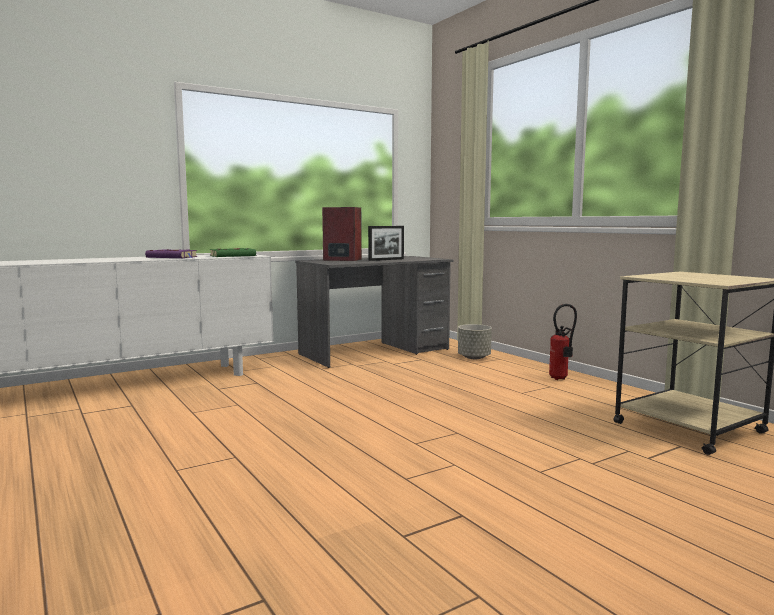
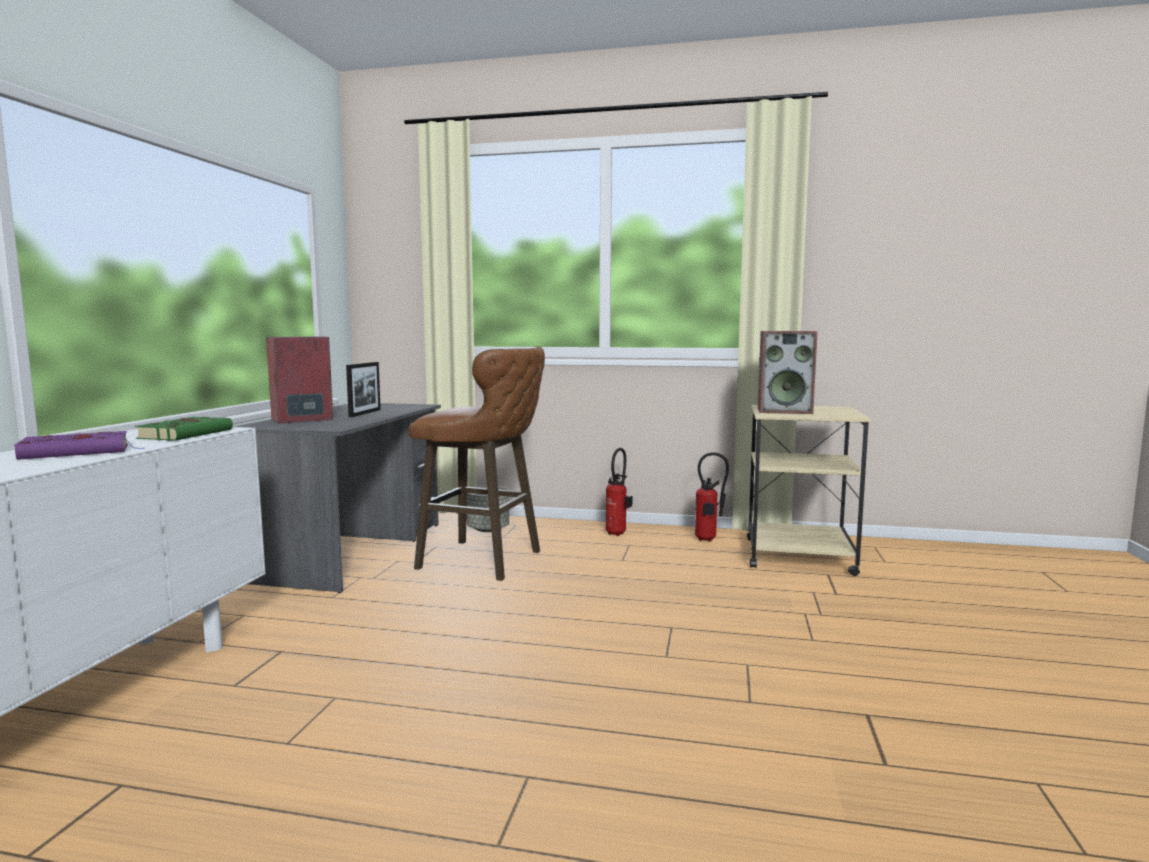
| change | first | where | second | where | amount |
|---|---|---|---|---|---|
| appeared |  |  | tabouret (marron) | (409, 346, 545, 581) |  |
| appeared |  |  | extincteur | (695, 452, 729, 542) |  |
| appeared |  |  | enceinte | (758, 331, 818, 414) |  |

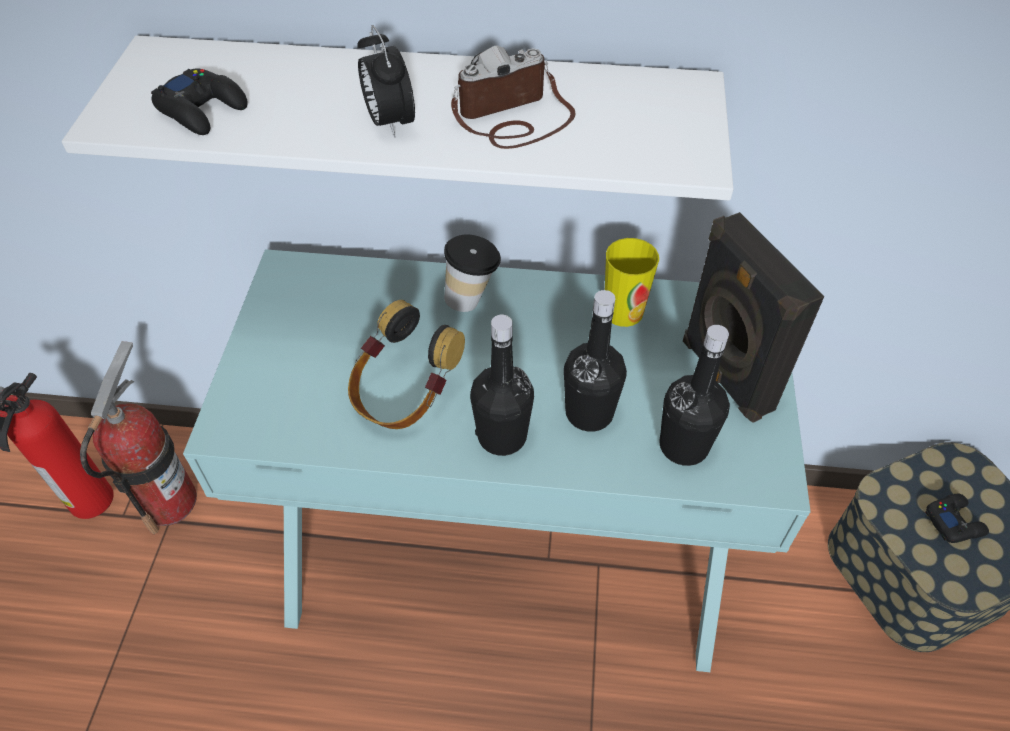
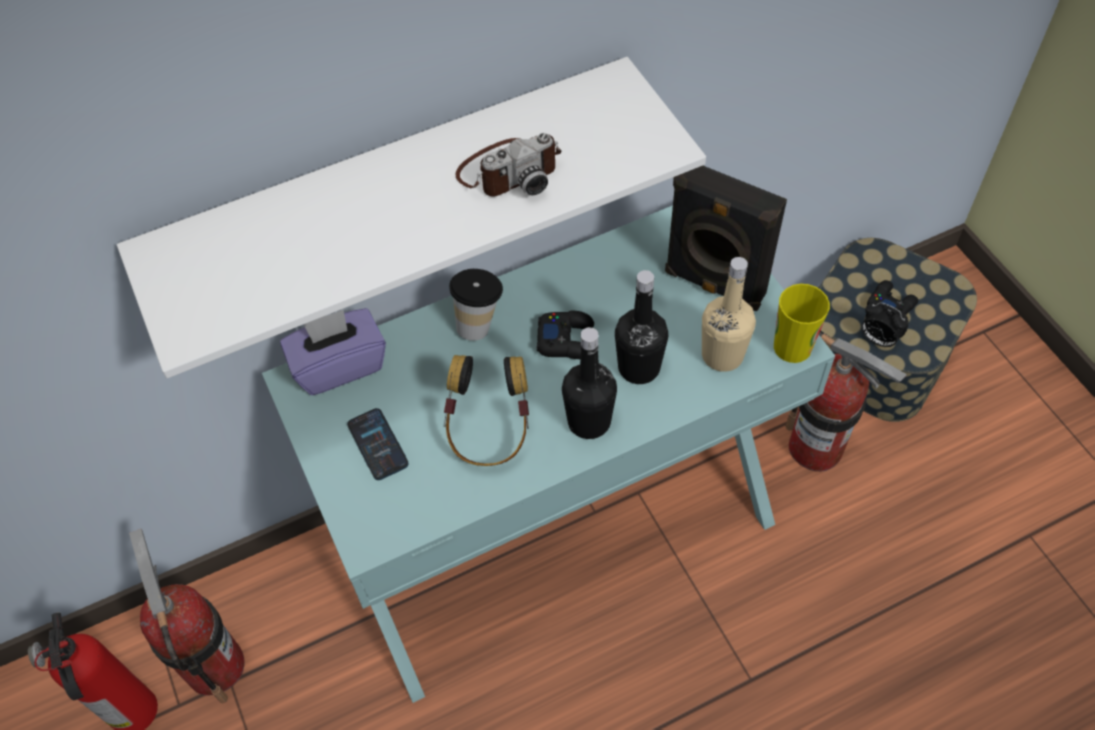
| change | first | where | second | where | amount |
|---|---|---|---|---|---|
| relocated | manette (noir) | (151, 68, 248, 135) |  | (537, 311, 594, 359) |  |
| relocated | réveil | (357, 25, 415, 138) |  | (862, 301, 908, 348) |  |
| spun | appareil photo | (451, 45, 575, 149) |  | (455, 133, 562, 196) | 150 degrees counterclockwise |
| relocated | tasse | (605, 238, 659, 327) |  | (774, 284, 830, 363) |  |
| colour | bouteille (noir) | (659, 325, 730, 466) | bouteille (beige) | (702, 257, 756, 372) |  |
| appeared |  |  | boîte à mouchoirs (violet) | (280, 308, 386, 395) |  |
| appeared |  |  | téléphone | (347, 408, 409, 480) |  |
| appeared |  |  | extincteur | (786, 332, 907, 472) |  |

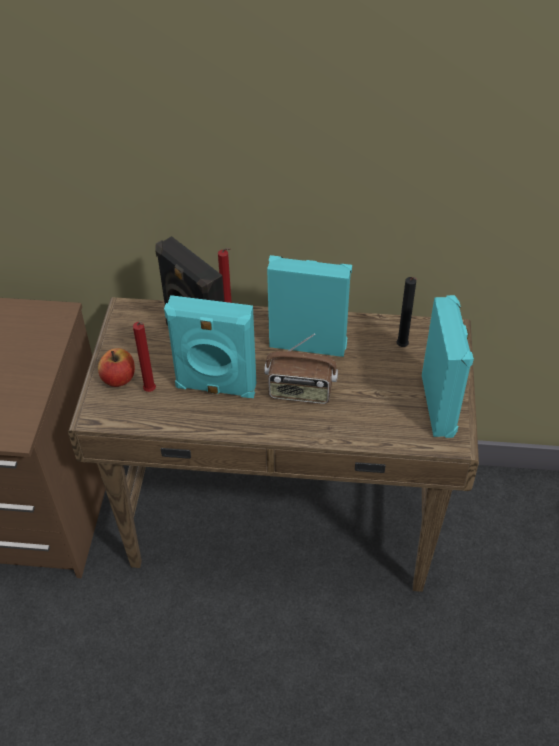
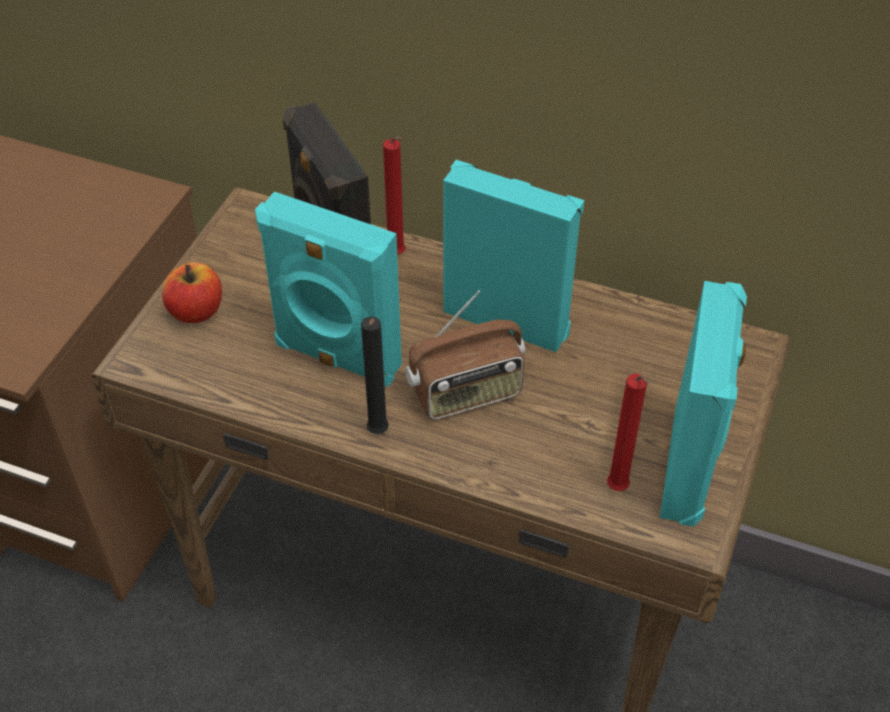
| change | first | where | second | where | amount |
|---|---|---|---|---|---|
| relocated | bougie (rouge) | (133, 322, 156, 392) |  | (607, 374, 649, 491) |  |
| spun | radio | (264, 334, 338, 404) |  | (405, 290, 525, 420) | 45 degrees counterclockwise |
| relocated | bougie (noir) | (396, 277, 417, 347) |  | (361, 316, 389, 434) |  |

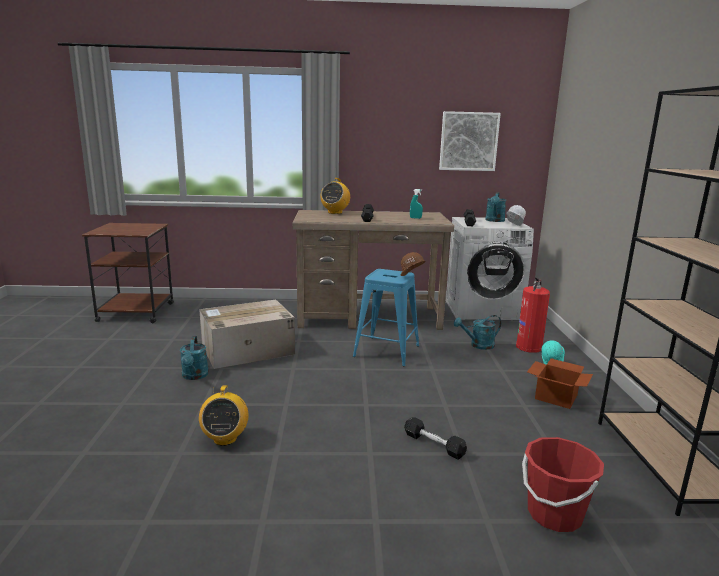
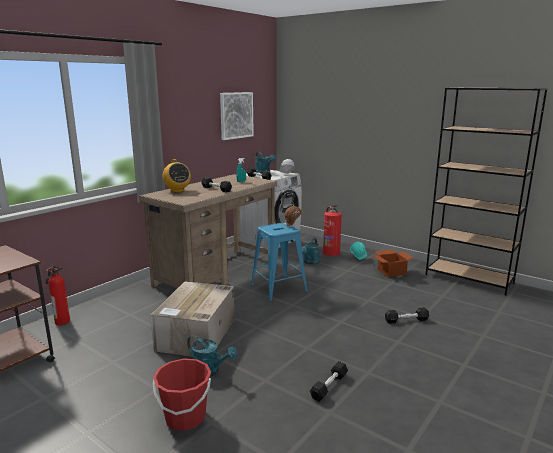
| change | first | where | second | where | amount |
|---|---|---|---|---|---|
| exchanged | radio | (199, 386, 249, 446) | haltère (noir) | (310, 361, 348, 402) |  |
| relocated | seau (rouge) | (522, 437, 604, 532) |  | (152, 358, 211, 431) |  |
| appeared |  |  | extincteur | (46, 266, 70, 325) |  |

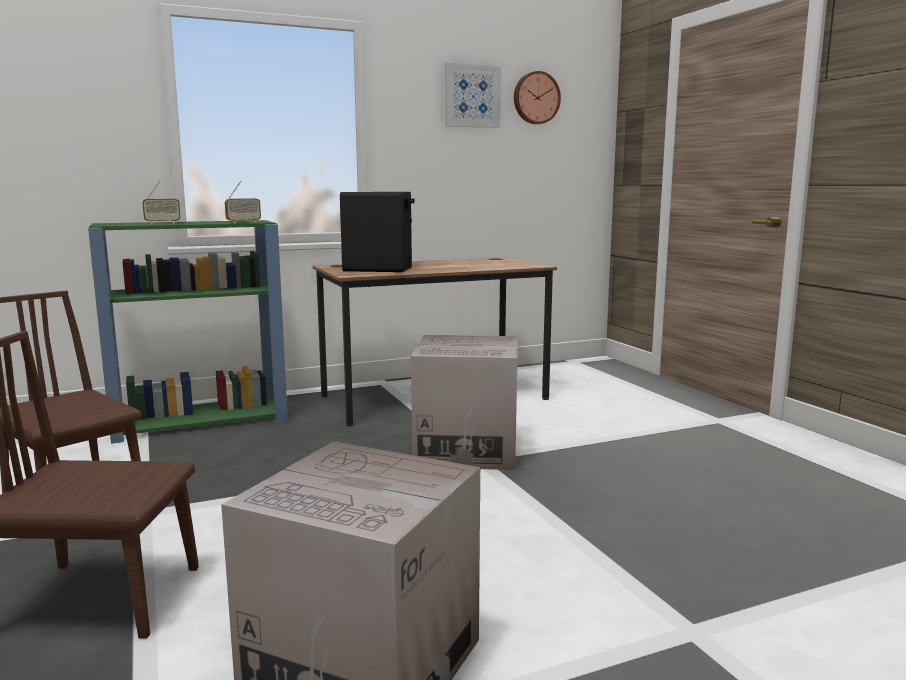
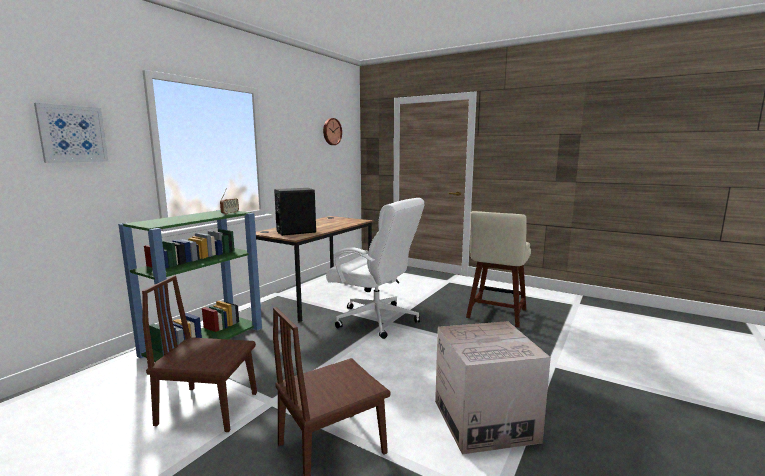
| change | first | where | second | where | amount |
|---|---|---|---|---|---|
| missing | radio | (142, 181, 181, 224) |  |  |  |
| exchanged | carton | (411, 335, 517, 470) | chaise de bureau (blanc) | (326, 198, 425, 339) |  |
| relocated | tableau | (445, 63, 501, 128) |  | (34, 103, 109, 163) |  |
| appeared |  |  | tabouret (beige) | (466, 211, 531, 327) |  |

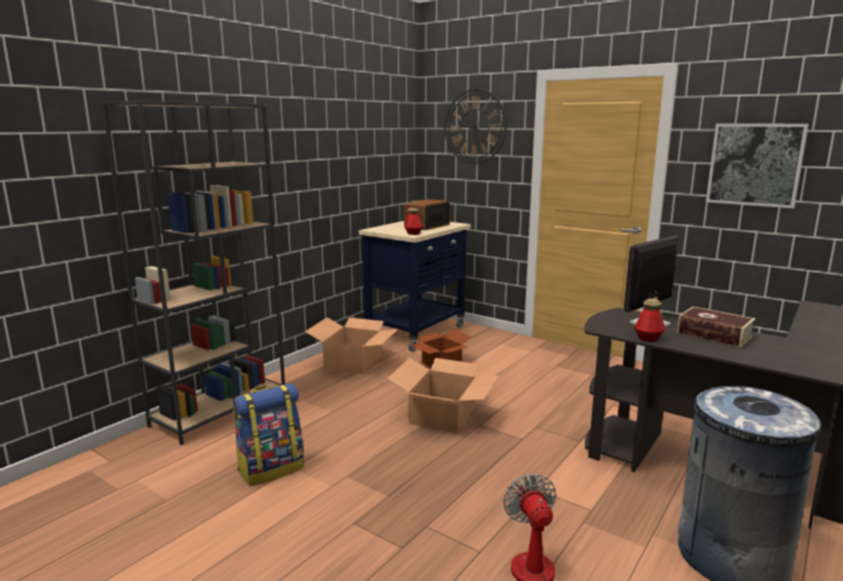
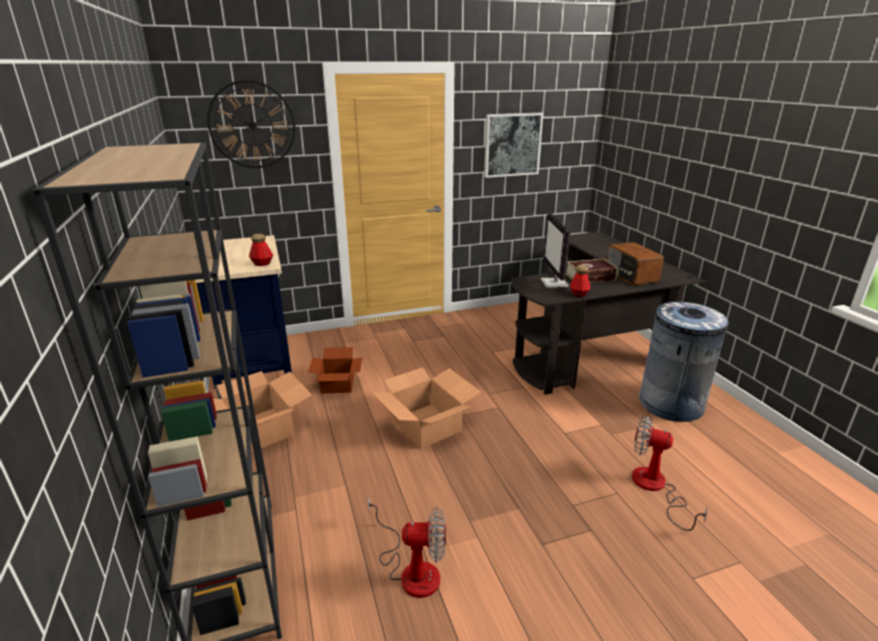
| change | first | where | second | where | amount |
|---|---|---|---|---|---|
| exchanged | sac à dos | (233, 383, 304, 486) | ventilateur | (368, 495, 446, 598) |  |
| relocated | radio | (404, 199, 450, 230) |  | (607, 242, 664, 285) |  |

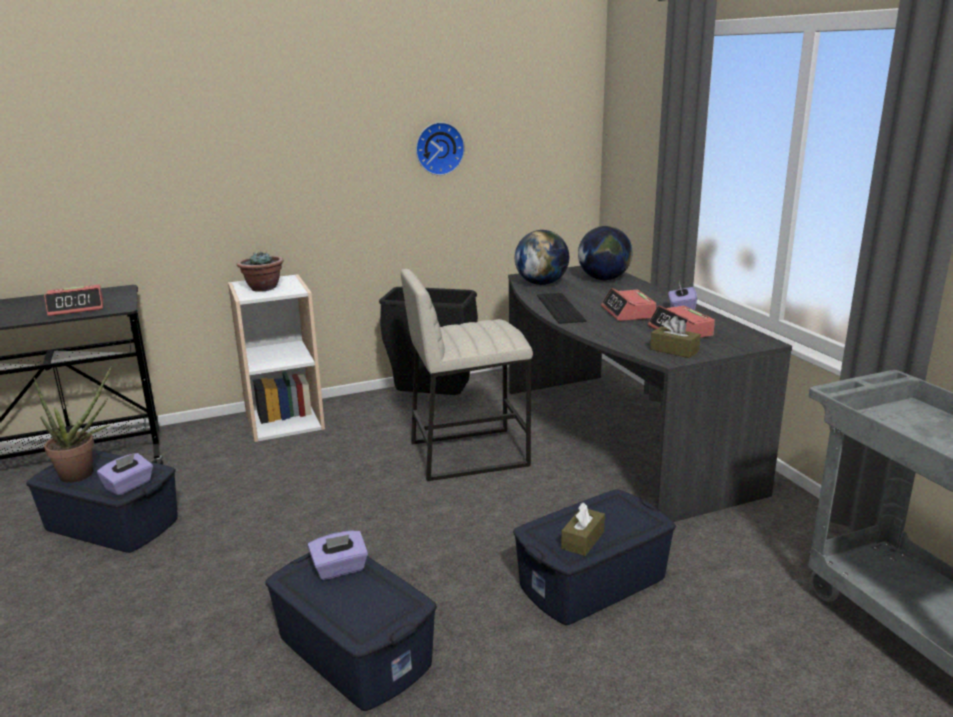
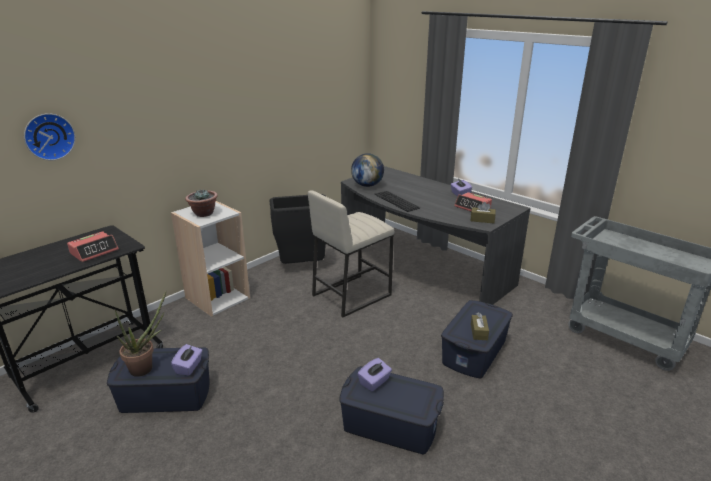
| change | first | where | second | where | amount |
|---|---|---|---|---|---|
| relocated | horloge murale | (416, 122, 465, 175) |  | (24, 113, 76, 160) |  |
| missing | globe | (578, 226, 633, 280) |  |  |  |
| missing | réveil | (601, 288, 656, 321) |  |  |  |

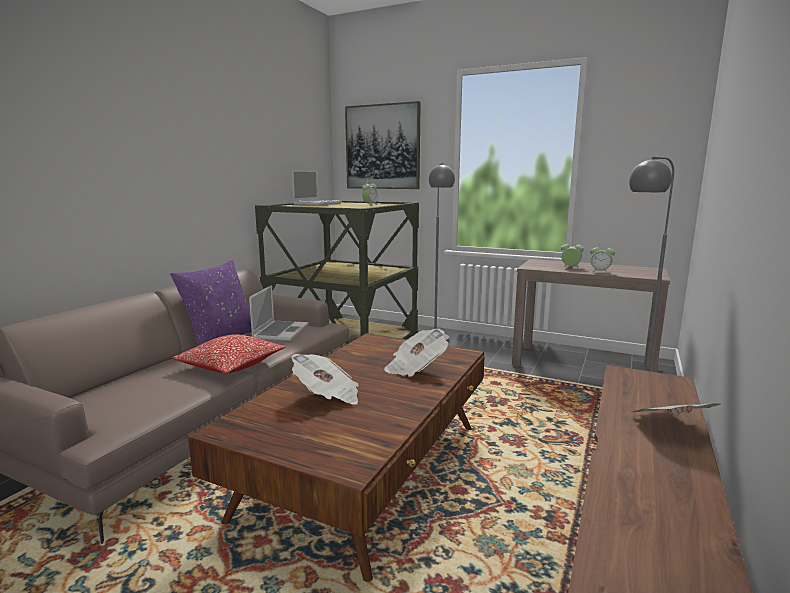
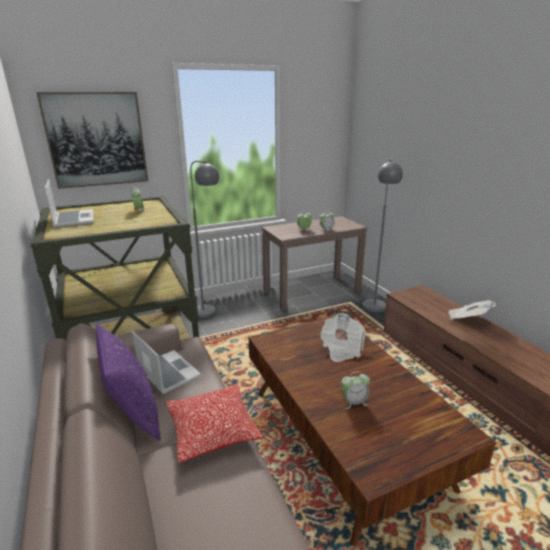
| change | first | where | second | where | amount |
|---|---|---|---|---|---|
| exchanged | journal | (292, 354, 359, 405) | réveil | (341, 372, 370, 409) |  |

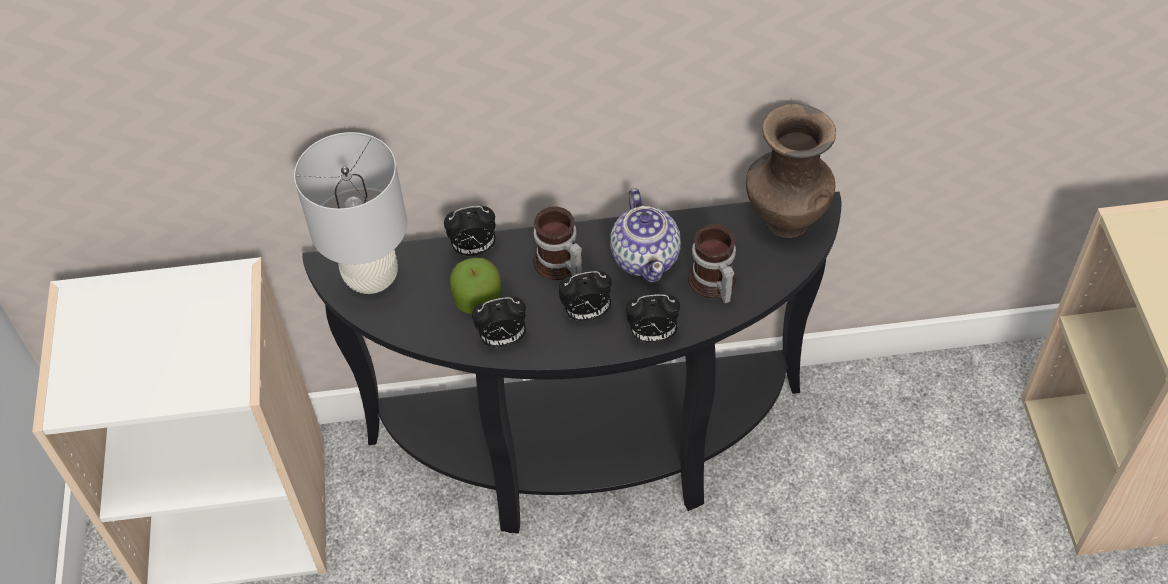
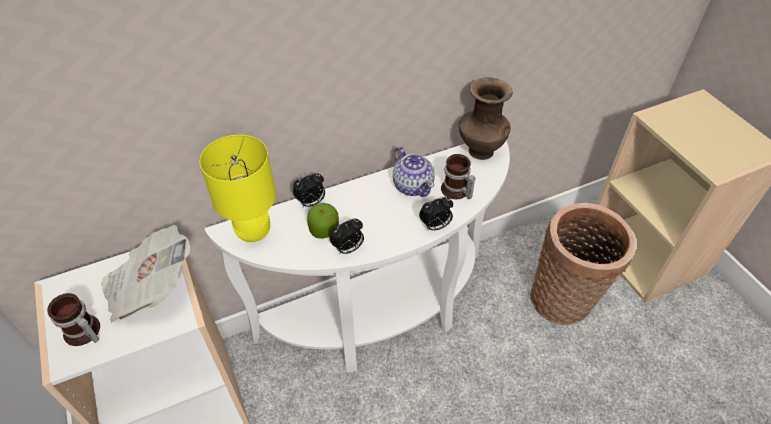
| change | first | where | second | where | amount |
|---|---|---|---|---|---|
| colour | lampe de table (gris) | (294, 132, 407, 294) | lampe de table (jaune) | (200, 135, 276, 242) |  |
| colour | table console (noir) | (303, 192, 842, 533) | table console (blanc) | (205, 141, 510, 372) |  |
| relocated | mug | (533, 207, 582, 280) |  | (47, 293, 100, 346) |  |
| missing | réveil | (559, 271, 612, 321) |  |  |  |
| appeared |  |  | journal | (101, 225, 190, 323) |  |
| appeared |  |  | panier | (530, 203, 637, 325) |  |

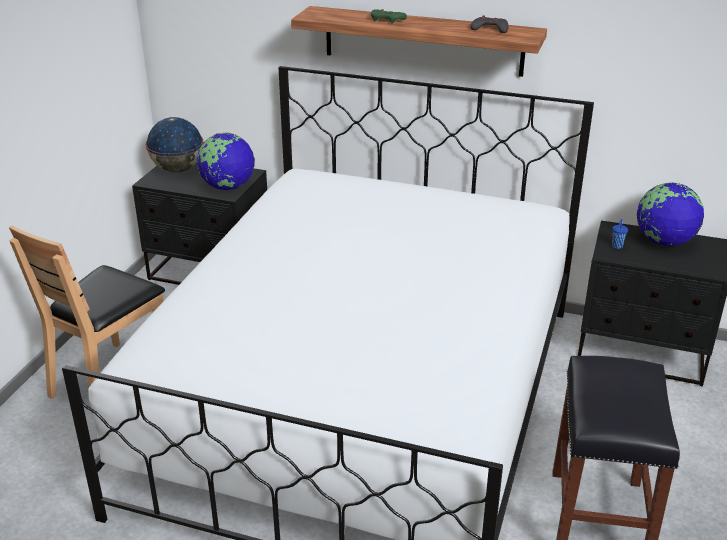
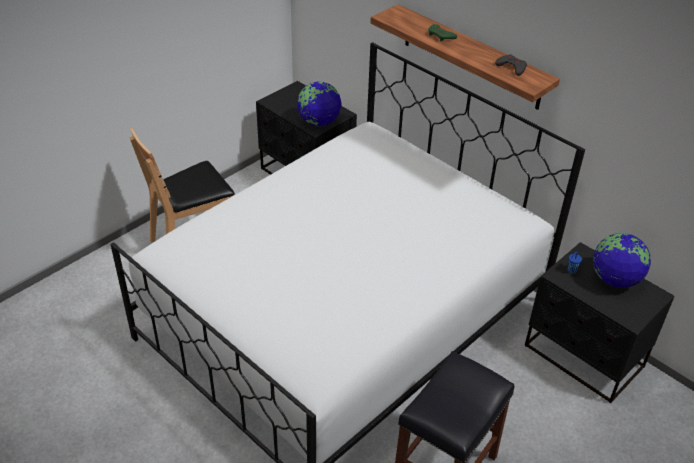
| change | first | where | second | where | amount |
|---|---|---|---|---|---|
| missing | globe | (145, 117, 204, 172) |  |  |  |

